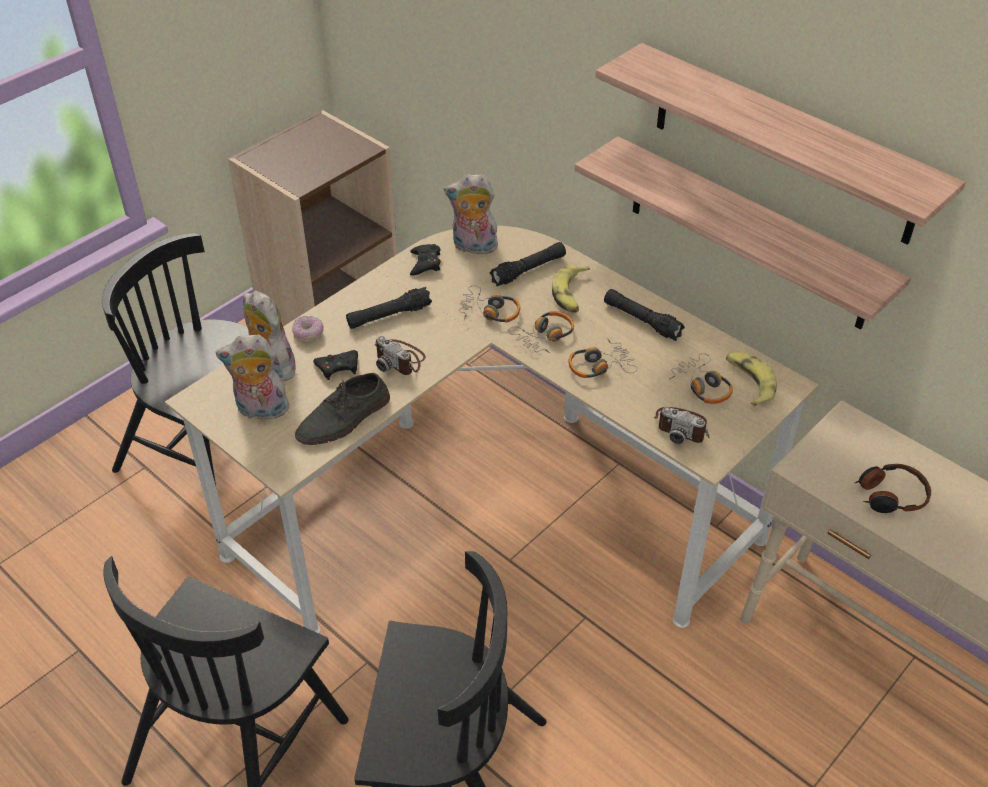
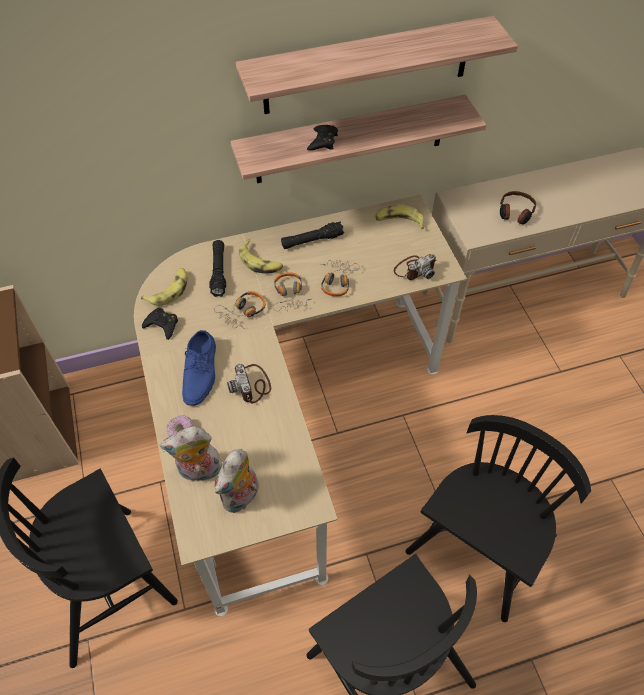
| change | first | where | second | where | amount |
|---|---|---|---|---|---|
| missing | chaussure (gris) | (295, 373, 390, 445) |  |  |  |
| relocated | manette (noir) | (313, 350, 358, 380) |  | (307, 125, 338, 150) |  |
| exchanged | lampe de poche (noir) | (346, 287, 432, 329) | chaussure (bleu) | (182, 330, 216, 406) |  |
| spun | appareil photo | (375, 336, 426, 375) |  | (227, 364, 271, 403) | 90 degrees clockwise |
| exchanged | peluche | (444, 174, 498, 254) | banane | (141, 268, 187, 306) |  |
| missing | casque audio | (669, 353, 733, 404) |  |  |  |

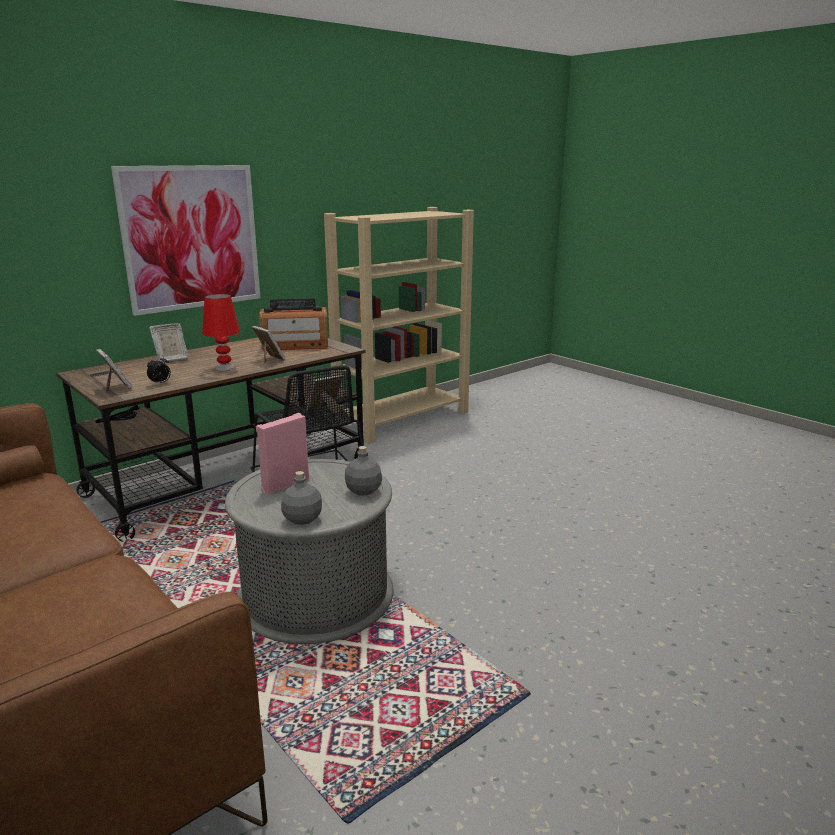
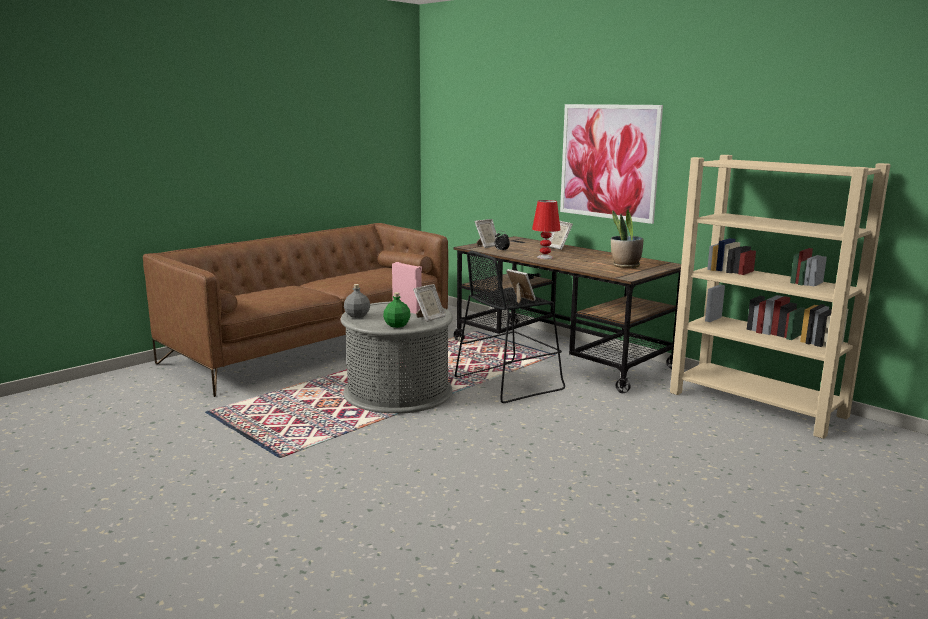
| change | first | where | second | where | amount |
|---|---|---|---|---|---|
| relocated | cadre photo | (252, 325, 286, 364) |  | (413, 284, 446, 322) |  |
| exchanged | radio | (259, 298, 328, 351) | plante en pot | (611, 209, 643, 268) |  |
| colour | bouteille (gris) | (345, 446, 382, 496) | bouteille (vert) | (383, 292, 411, 328) |  |

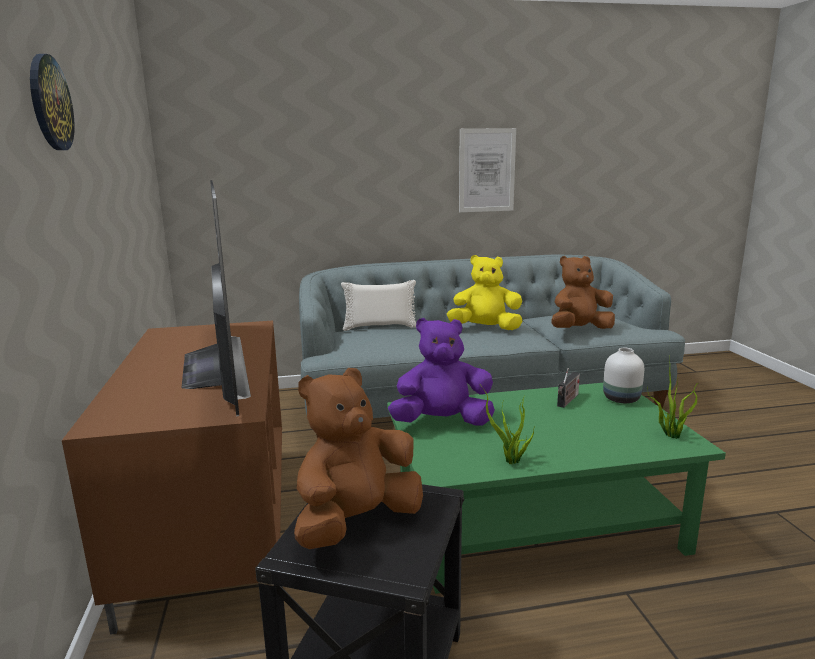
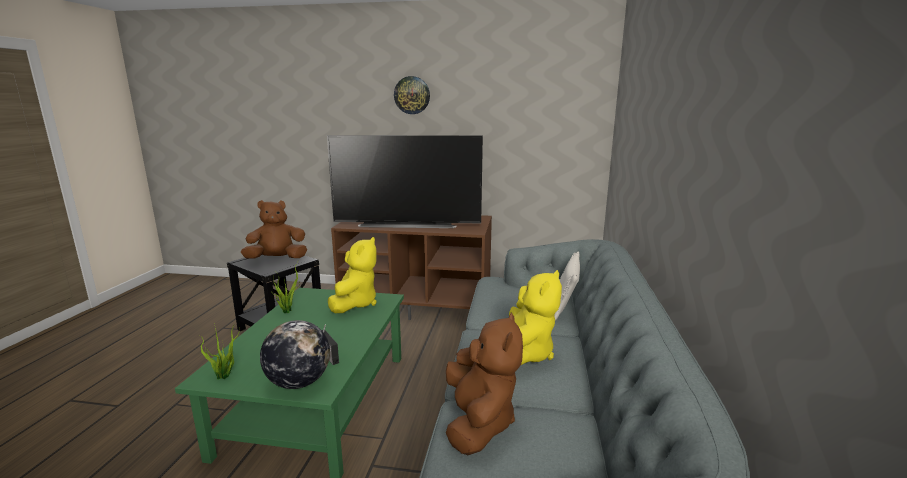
| change | first | where | second | where | amount |
|---|---|---|---|---|---|
| spun | peluche (marron) | (294, 368, 423, 549) |  | (241, 200, 307, 259) | 90 degrees counterclockwise |
| colour | peluche (violet) | (388, 318, 495, 426) | peluche (jaune) | (328, 237, 377, 313) |  |
| missing | tableau | (459, 128, 516, 212) |  |  |  |
| exchanged | vase (blanc) | (603, 348, 644, 403) | globe | (260, 320, 330, 389) |  |

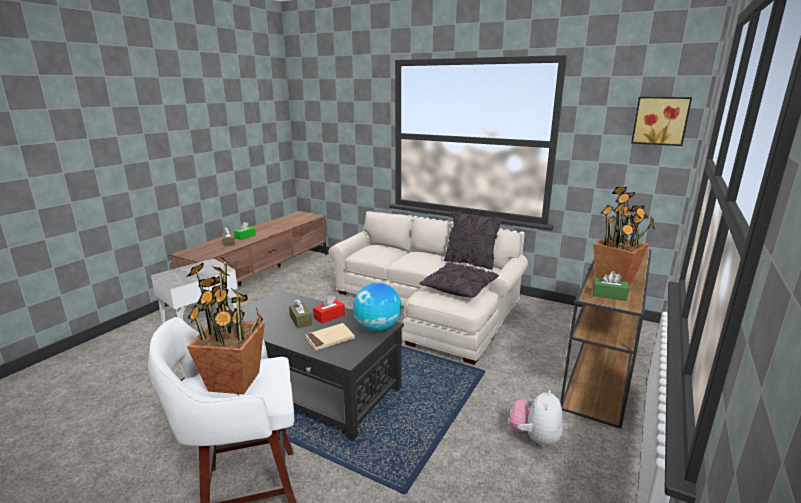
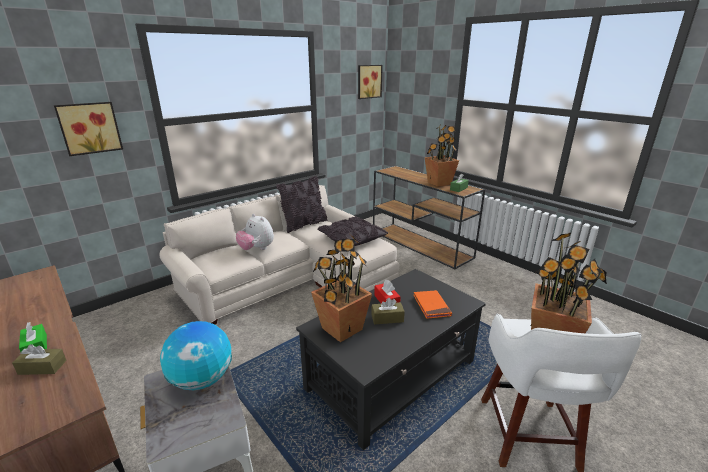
| change | first | where | second | where | amount |
|---|---|---|---|---|---|
| colour | livre (beige) | (305, 323, 355, 351) | livre (orange) | (413, 290, 452, 319) |  |
| relocated | globe | (353, 283, 401, 332) |  | (160, 321, 232, 390) |  |
| relocated | peluche | (509, 390, 563, 447) |  | (236, 214, 274, 250) |  |
| appeared |  |  | tableau | (54, 102, 123, 156) |  |
| appeared |  |  | plante en pot | (311, 236, 372, 343) |  |

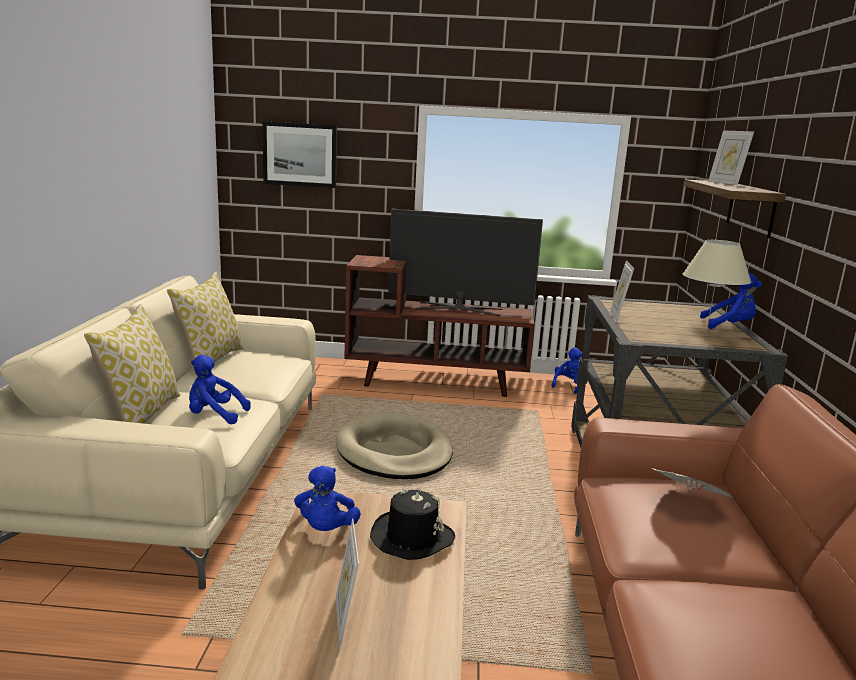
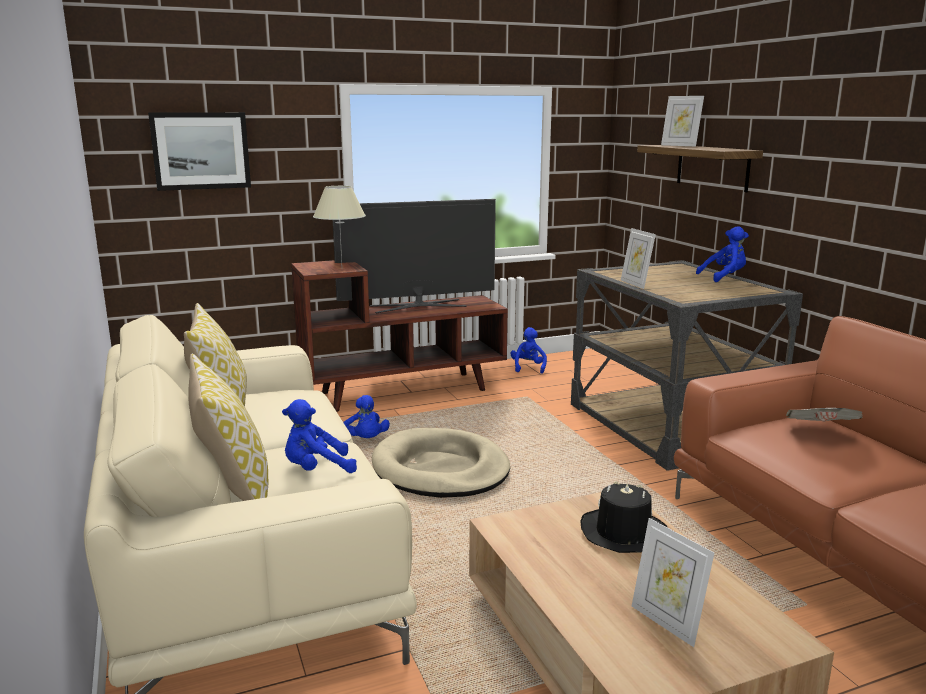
| change | first | where | second | where | amount |
|---|---|---|---|---|---|
| relocated | peluche (bleu) | (294, 466, 361, 531) |  | (343, 395, 390, 438) |  |
| relocated | lampe de table (beige) | (683, 240, 751, 340) |  | (313, 186, 366, 264) |  |

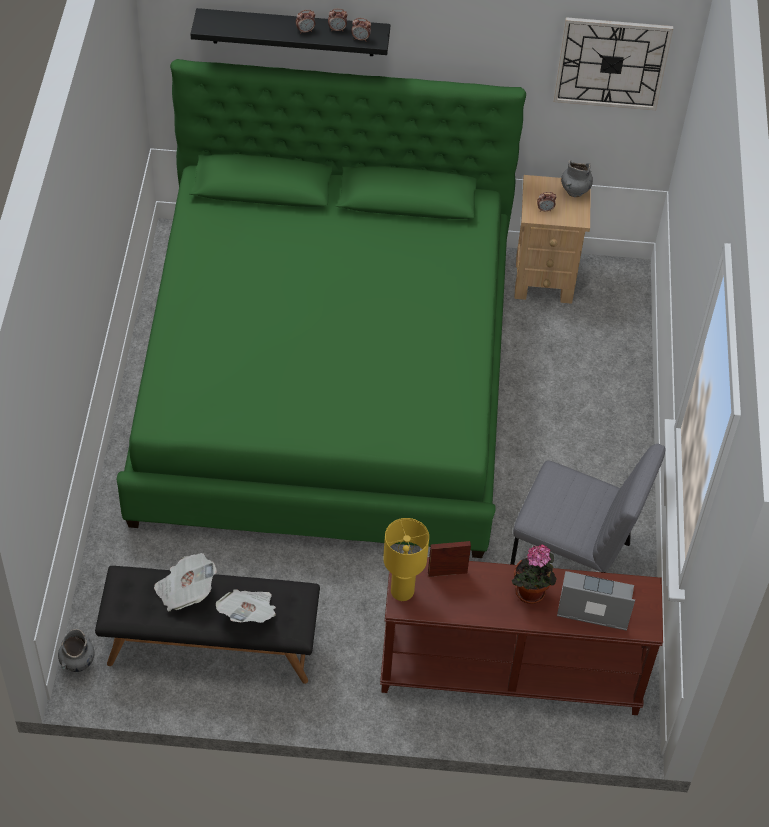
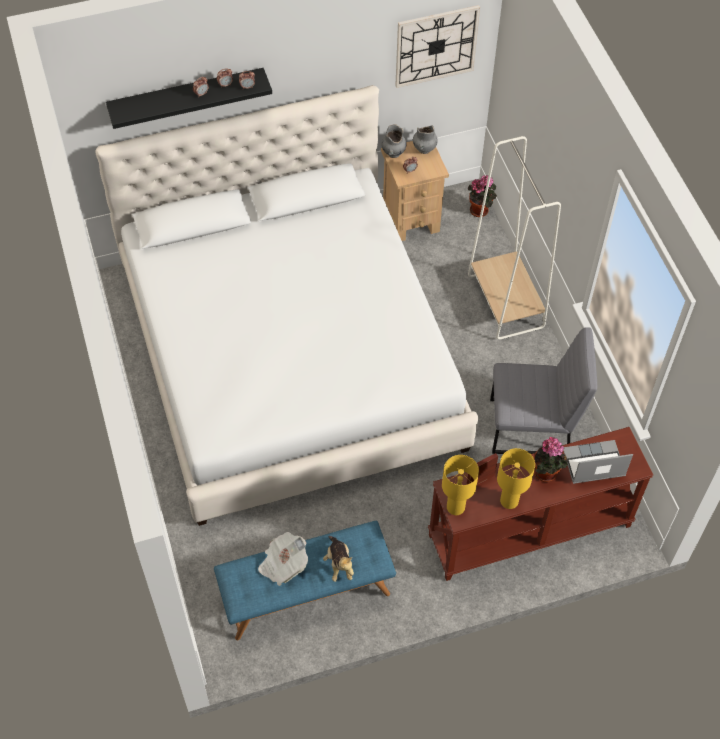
| change | first | where | second | where | amount |
|---|---|---|---|---|---|
| relocated | vase (gris) | (58, 629, 95, 672) |  | (382, 124, 406, 158) |  |
| colour | banc (noir) | (95, 566, 320, 684) | banc (bleu) | (214, 521, 396, 641) |  |
| colour | lit (vert) | (116, 59, 526, 558) | lit (blanc) | (96, 85, 478, 526) |  |
| exchanged | journal | (216, 589, 276, 623) | peluche | (323, 536, 354, 582) |  |
| appeared |  |  | portant | (468, 136, 561, 340) |  |
| appeared |  |  | plante en pot | (468, 175, 497, 217) |  |
| appeared |  |  | lampe de table (jaune) | (497, 448, 535, 509) |  |

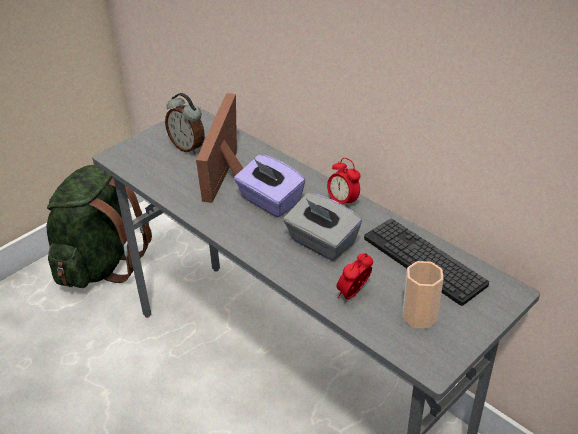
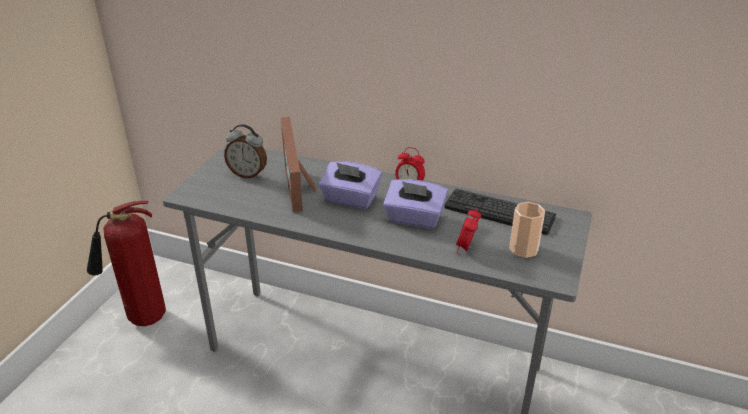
| change | first | where | second | where | amount |
|---|---|---|---|---|---|
| exchanged | sac à dos (vert) | (47, 165, 152, 288) | extincteur | (87, 201, 166, 326) |  |
| colour | boîte à mouchoirs (gris) | (283, 193, 362, 261) | boîte à mouchoirs (violet) | (383, 179, 448, 229) |  |

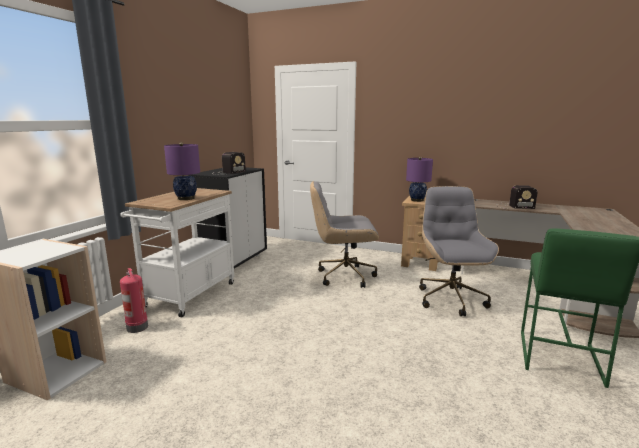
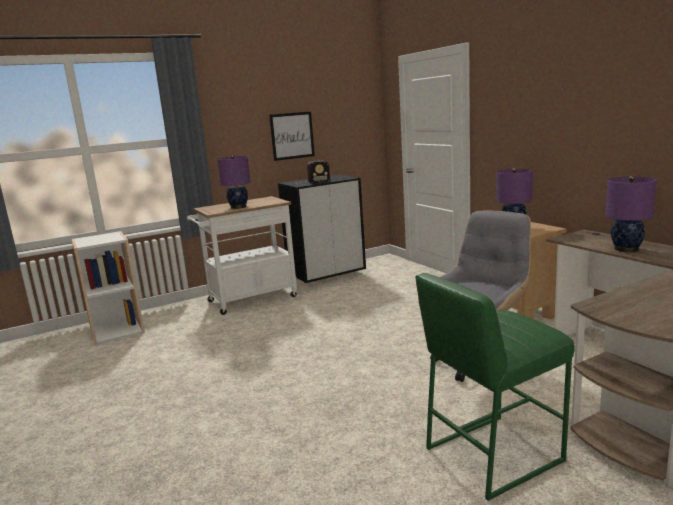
| change | first | where | second | where | amount |
|---|---|---|---|---|---|
| missing | extincteur | (120, 268, 148, 333) |  |  |  |
| missing | chaise de bureau (gris) | (310, 181, 379, 288) |  |  |  |
| exchanged | radio | (496, 185, 538, 209) | lampe de table (violet) | (606, 176, 657, 252) |  |
| appeared |  |  | tableau | (269, 112, 315, 161) |  |

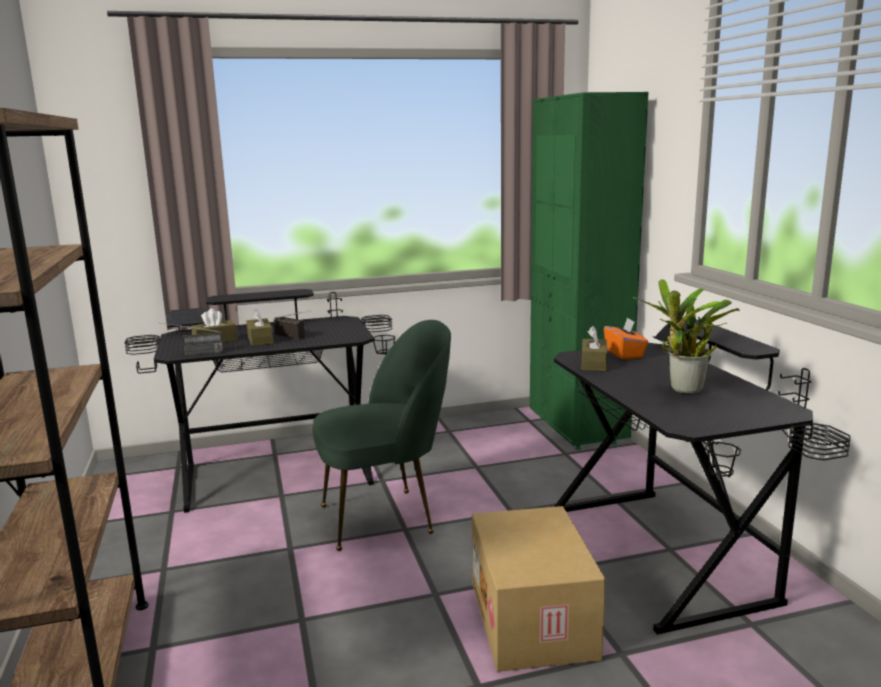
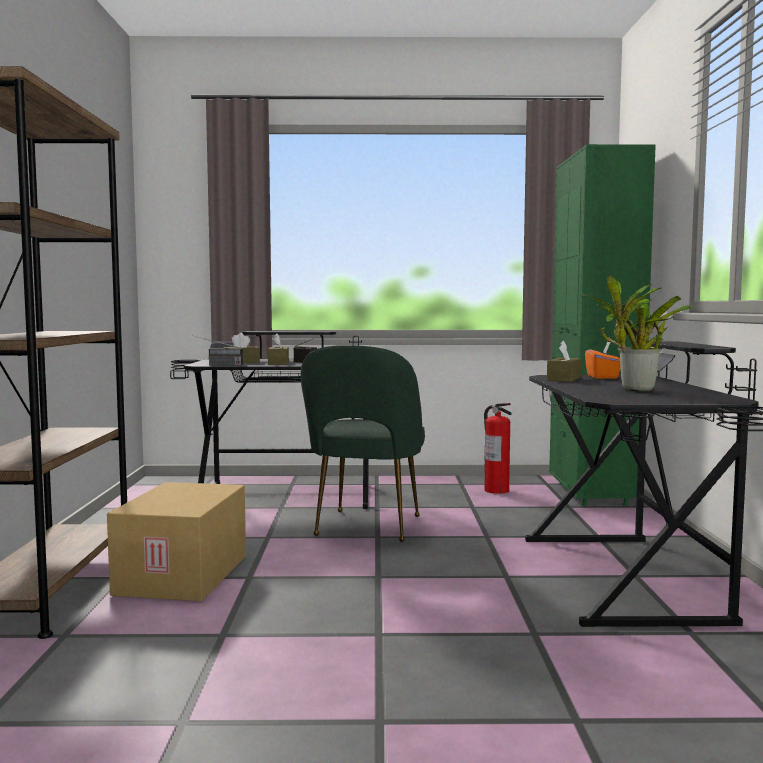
| change | first | where | second | where | amount |
|---|---|---|---|---|---|
| spun | chaise (vert) | (312, 320, 451, 551) |  | (301, 345, 425, 542) | 105 degrees clockwise |
| relocated | carton | (472, 506, 606, 672) |  | (107, 482, 246, 601) |  |
| appeared |  |  | extincteur | (484, 403, 512, 494) |  |

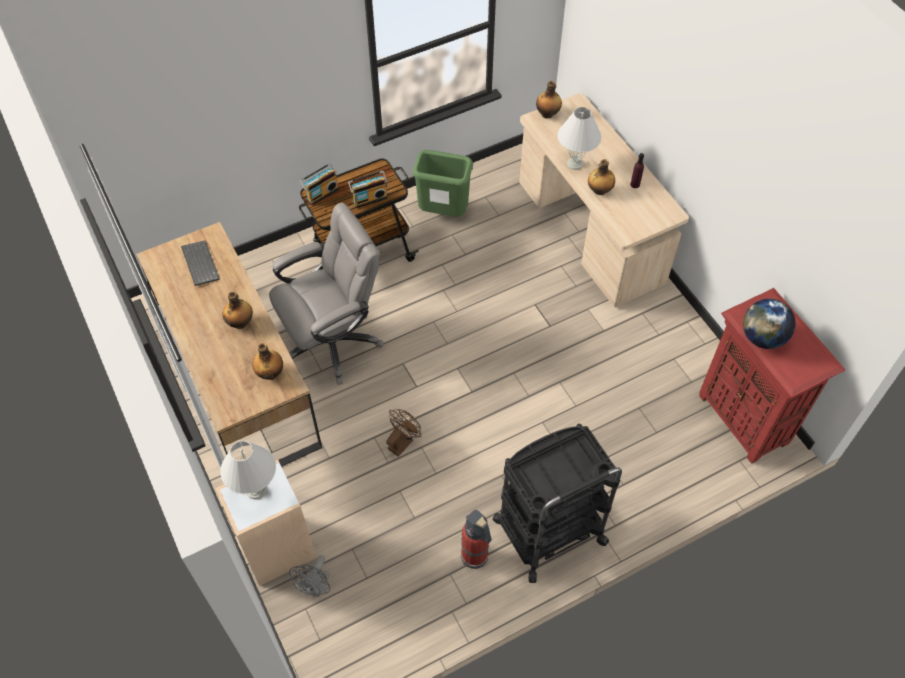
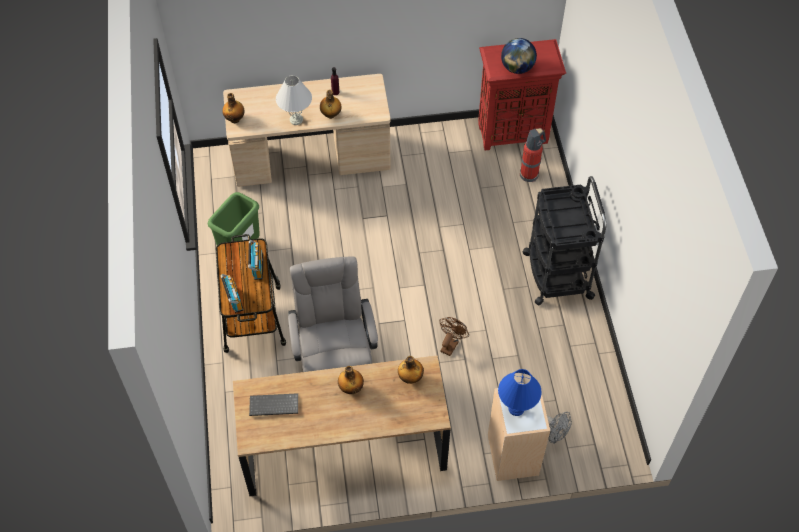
| change | first | where | second | where | amount |
|---|---|---|---|---|---|
| colour | lampe de table (blanc) | (220, 441, 276, 499) | lampe de table (bleu) | (498, 369, 542, 416) |  |
| spun | ventilateur (marron) | (386, 409, 421, 456) |  | (439, 317, 469, 356) | 60 degrees clockwise |
| relocated | extincteur | (461, 509, 492, 569) |  | (520, 128, 546, 182) |  |

